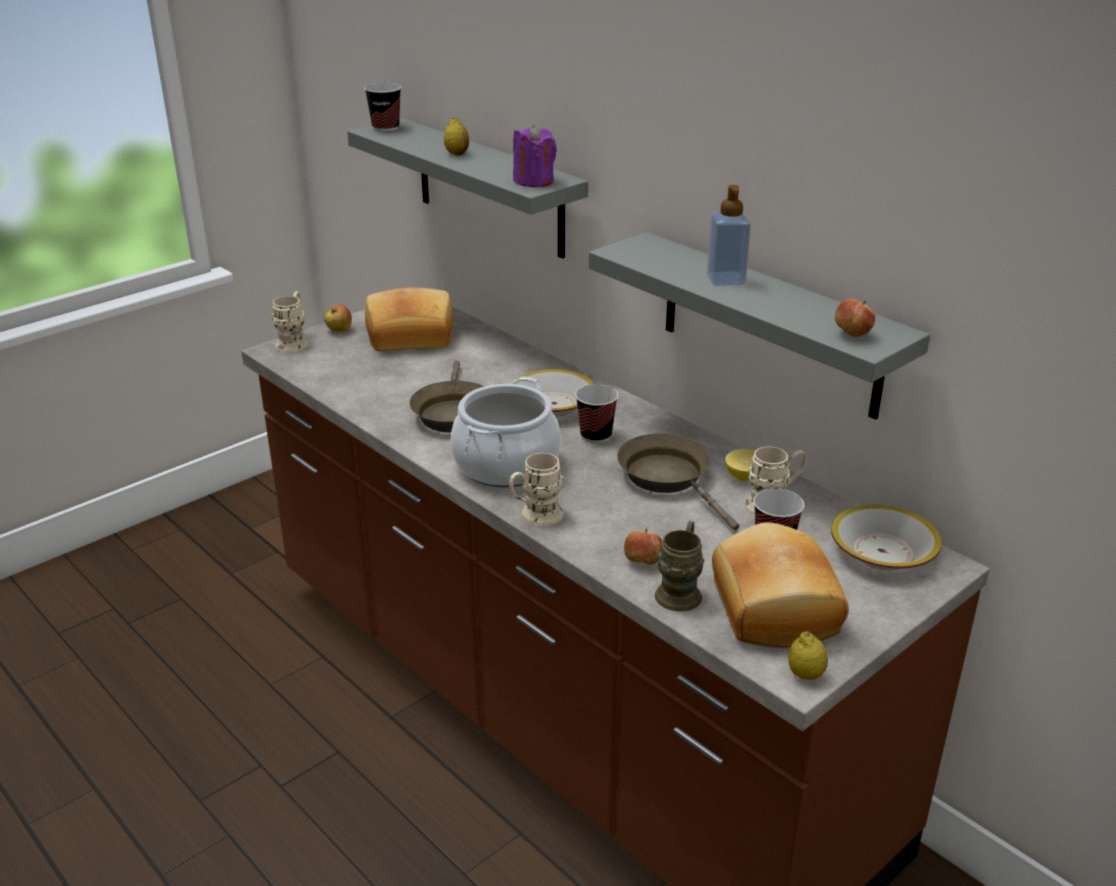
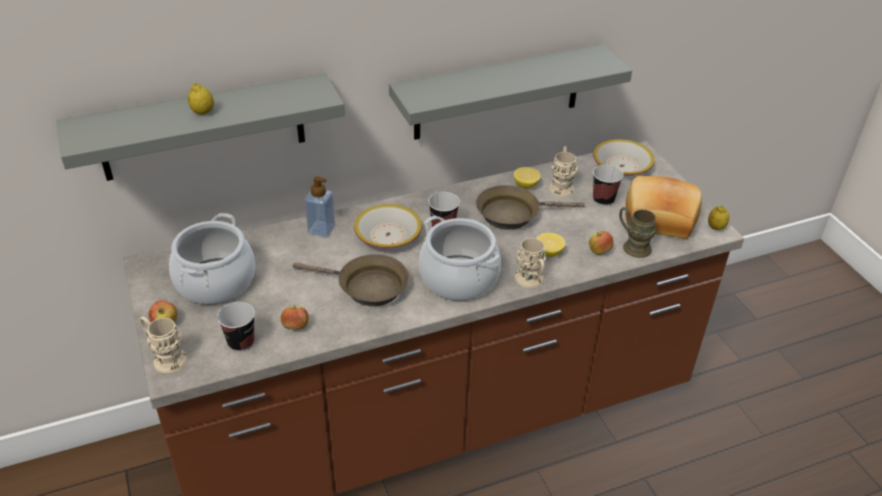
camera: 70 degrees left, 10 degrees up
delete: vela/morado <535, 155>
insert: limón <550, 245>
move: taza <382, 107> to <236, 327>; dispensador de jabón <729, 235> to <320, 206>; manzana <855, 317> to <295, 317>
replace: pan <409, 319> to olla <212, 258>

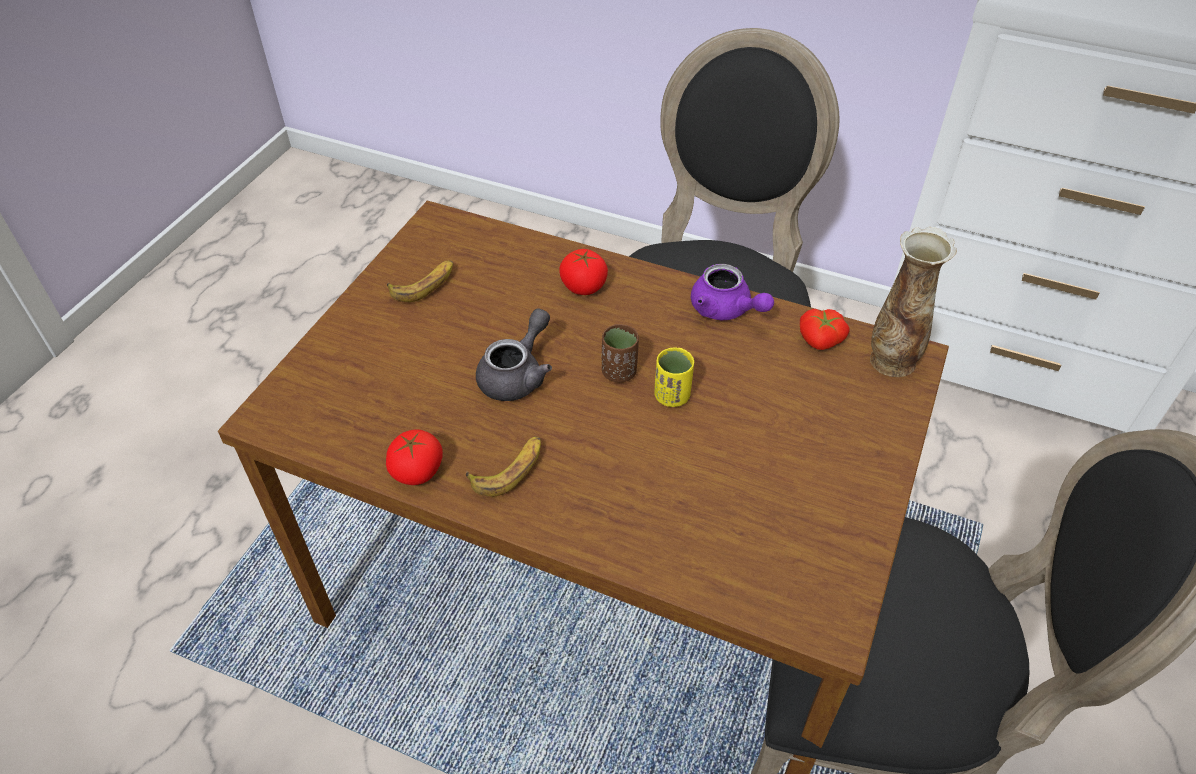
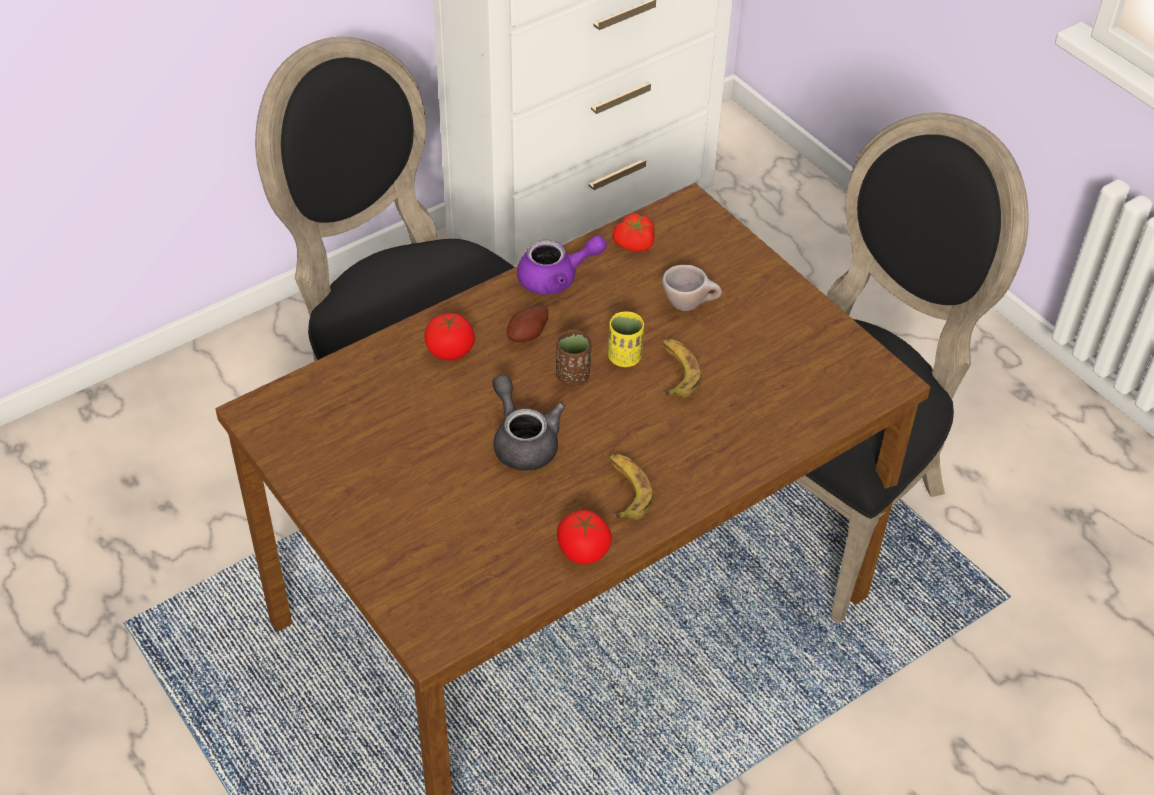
camera: 60 degrees left, 0 degrees up
delete: florero <913, 302>
insert: patata <527, 323>; taza/beis <692, 288>
move: plátano <420, 281> to <682, 368>

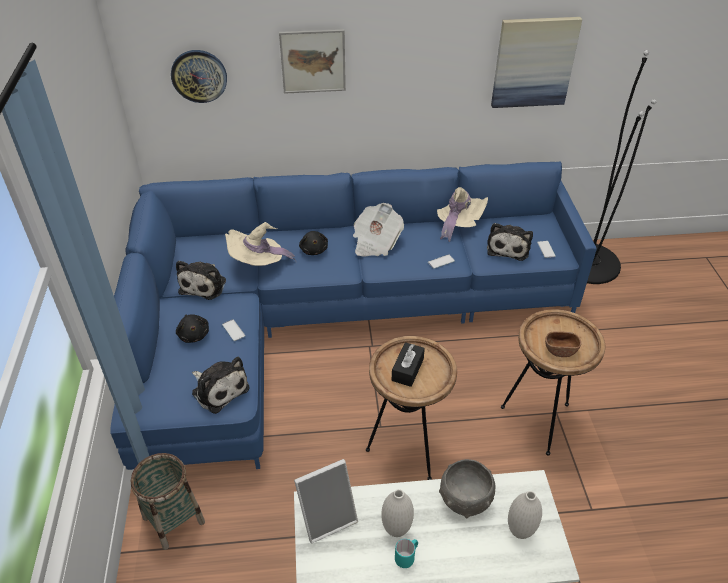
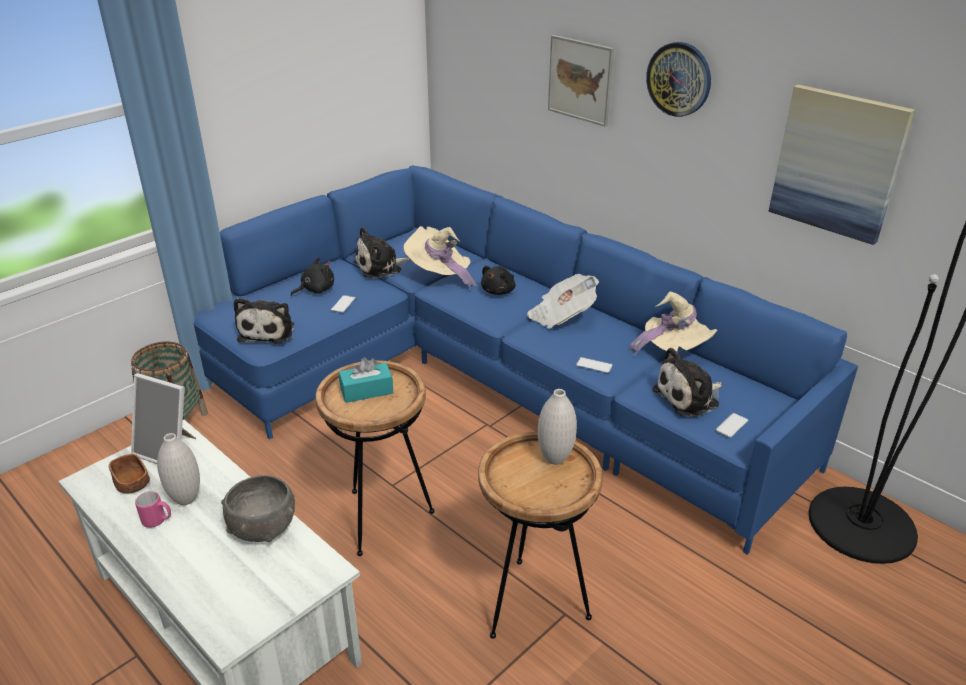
camera: 50 degrees right, 10 degrees down
move: reloj de pared <199, 76> to <678, 79>; florero/blanco <525, 515> to <557, 427>; cuenco/marrón <563, 344> to <129, 473>
recolor: caja de pañuelos/negro <408, 364> to caja de pañuelos/turquesa <366, 380>; taza grande/turquesa <406, 553> to taza grande/rosa <153, 509>
rotate: peluche/negro <192, 328> = <312, 276> 150 degrees counterclockwise

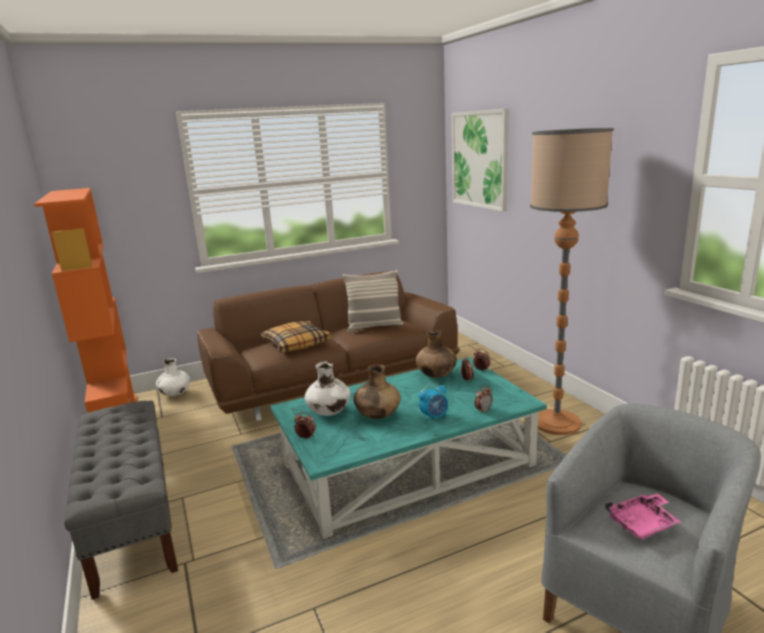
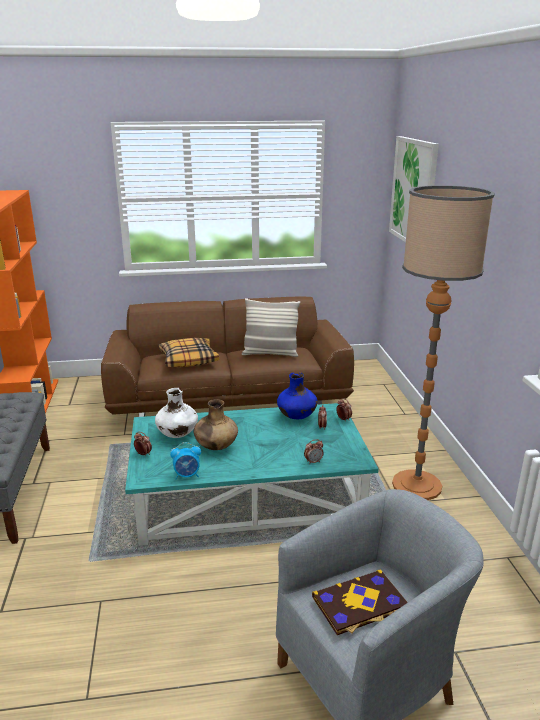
camera: 15 degrees right, 5 degrees up
delete: florero/blanco <173, 377>
move: despertador <433, 402> to <185, 461>
replace: bandeja/rosa <643, 516> to libro <360, 602>
recolor: florero/marrón <436, 354> to florero/azul <297, 395>

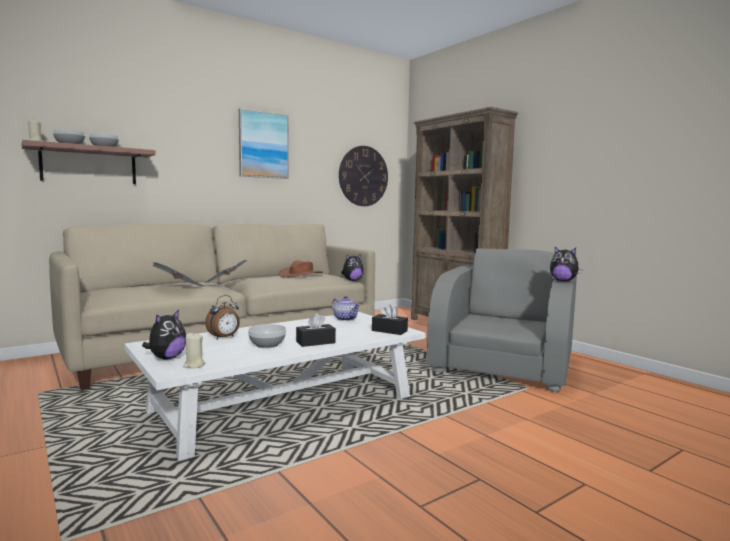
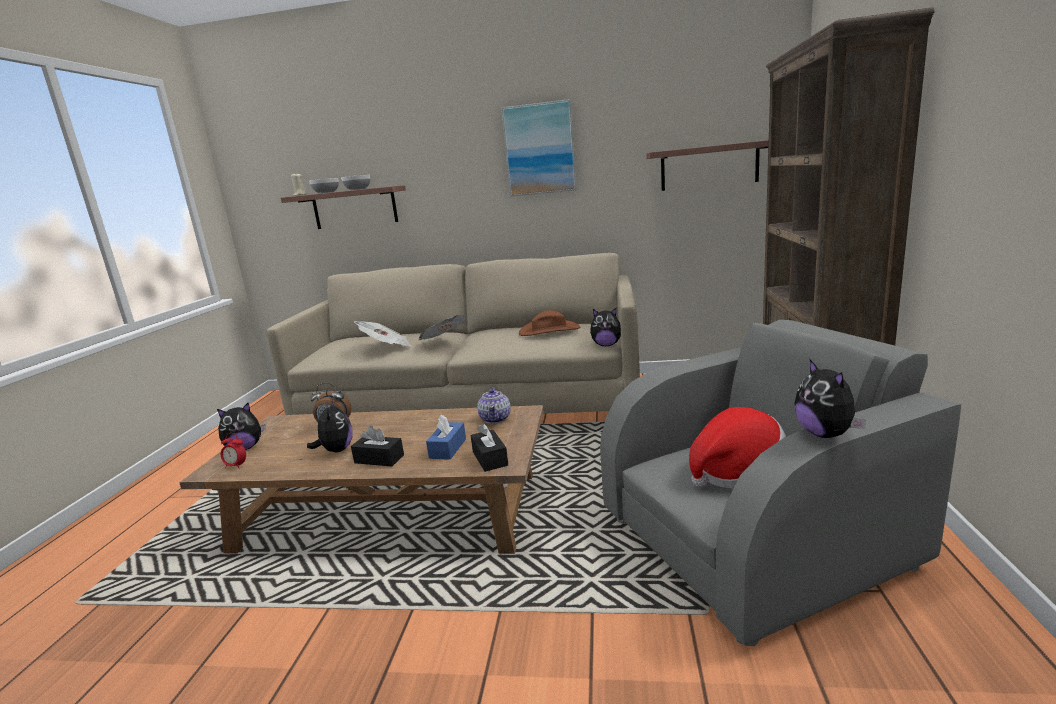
camera: 45 degrees right, 10 degrees up
insert: caja de pañuelos/azul <446, 437>; sombrero <737, 448>
replace: vela/beis <194, 350> to despertador <233, 451>; cuenco <267, 336> to peluche <330, 425>; reloj de pared <363, 176> to estante <708, 165>
recolor: mesa de centro/blanco <275, 386> to mesa de centro/marrón <361, 479>

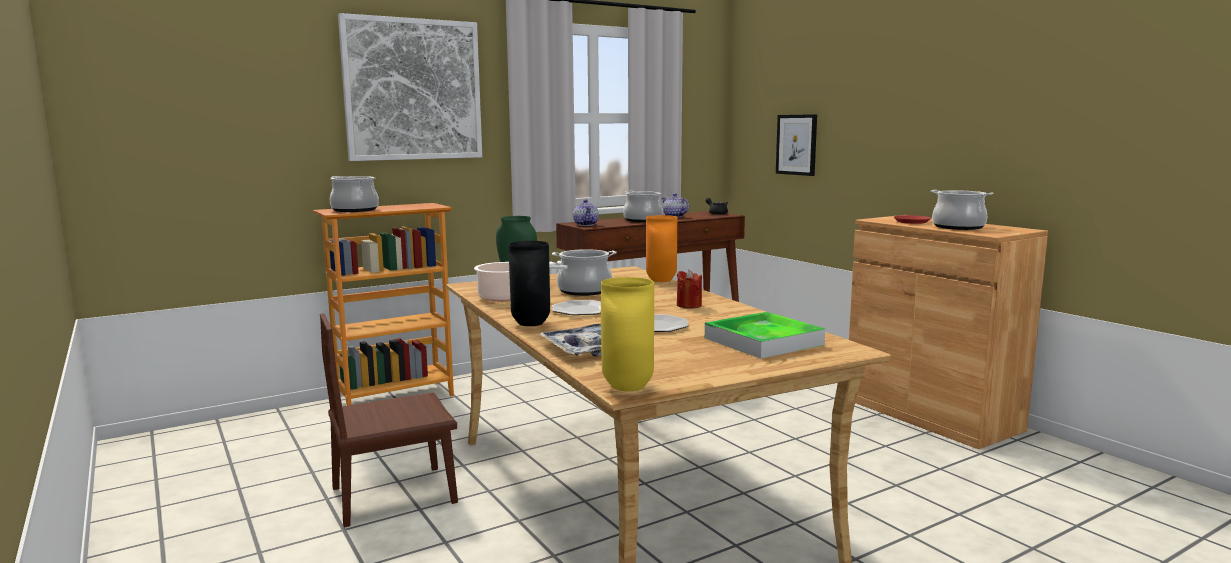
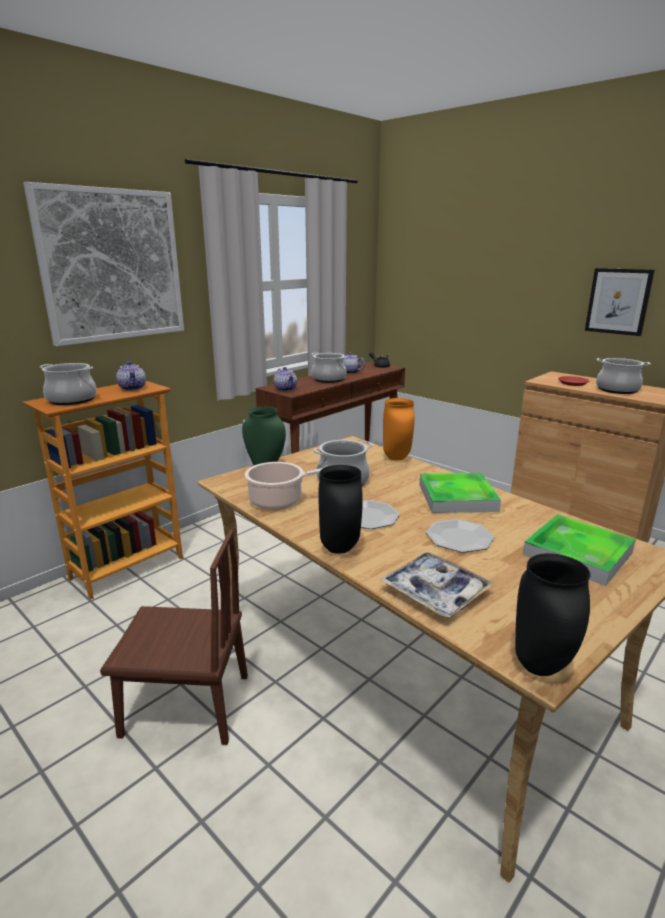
camera: 15 degrees left, 10 degrees up
insert: tetera <131, 376>
move: cuadro <796, 145> to <620, 302>
replace: vela/rojo <689, 289> to bandeja <460, 493>
recolor: florero/amarillo <627, 334> to florero/negro <553, 614>
rotate: silla/marrón <389, 420> = <174, 637> 135 degrees counterclockwise

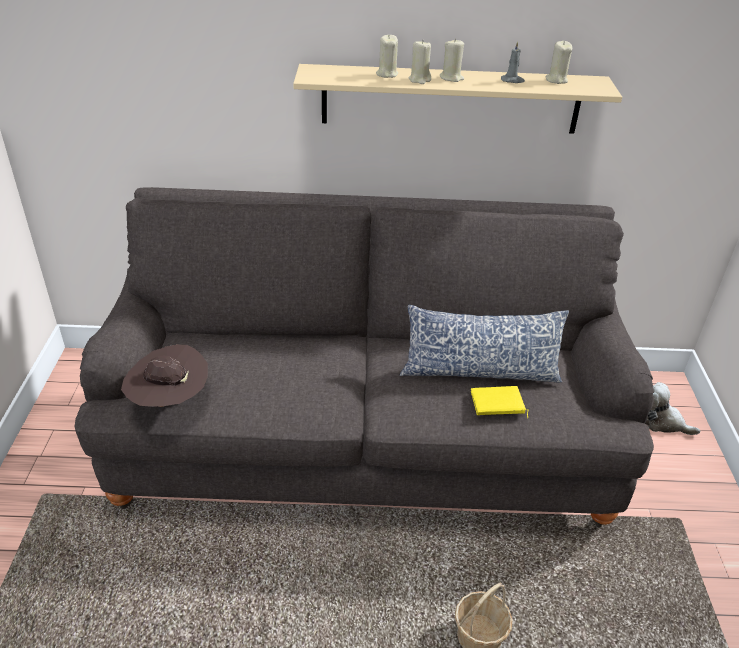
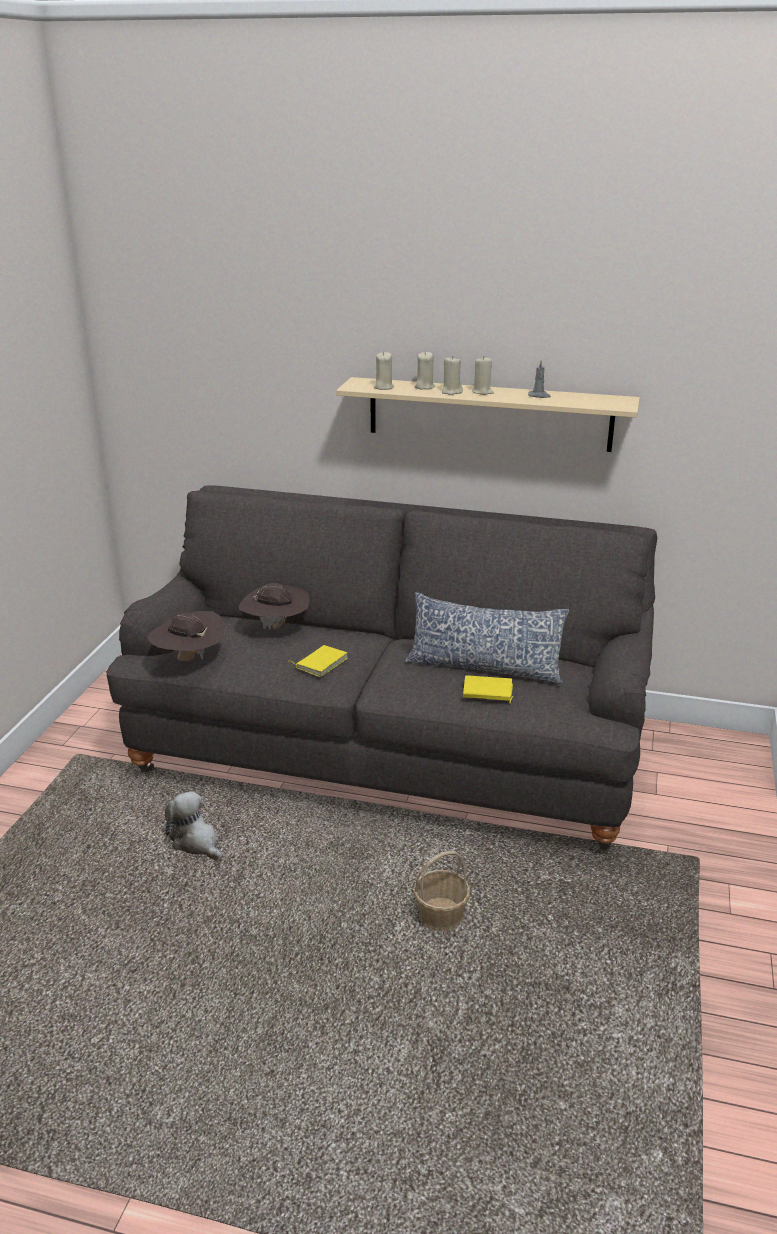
camera: 15 degrees right, 10 degrees down
insert: sombrero/marrón <274, 606>; libro/amarillo <319, 661>
move: vela/beis <559, 62> to <384, 371>; peluche <672, 408> to <193, 826>

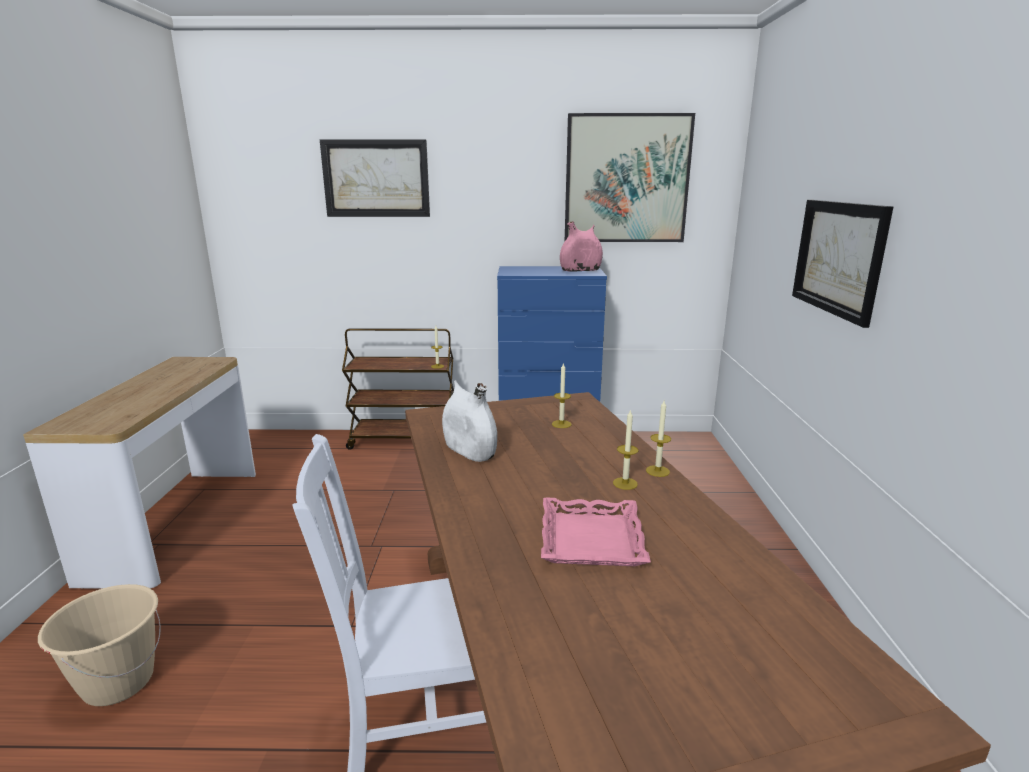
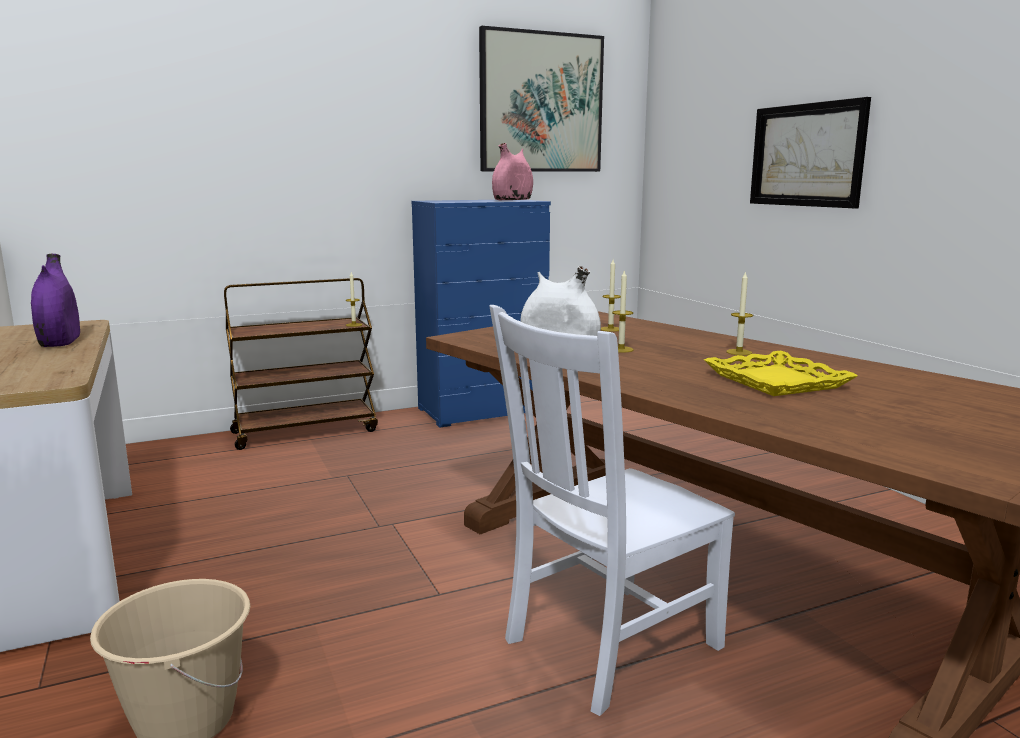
camera: 25 degrees left, 5 degrees down
delete: cuadro <375, 178>
insert: florero/morado <55, 300>
move: vela <658, 439> to <623, 311>
recolor: bandeja/rosa <596, 532> to bandeja/amarillo <781, 373>

